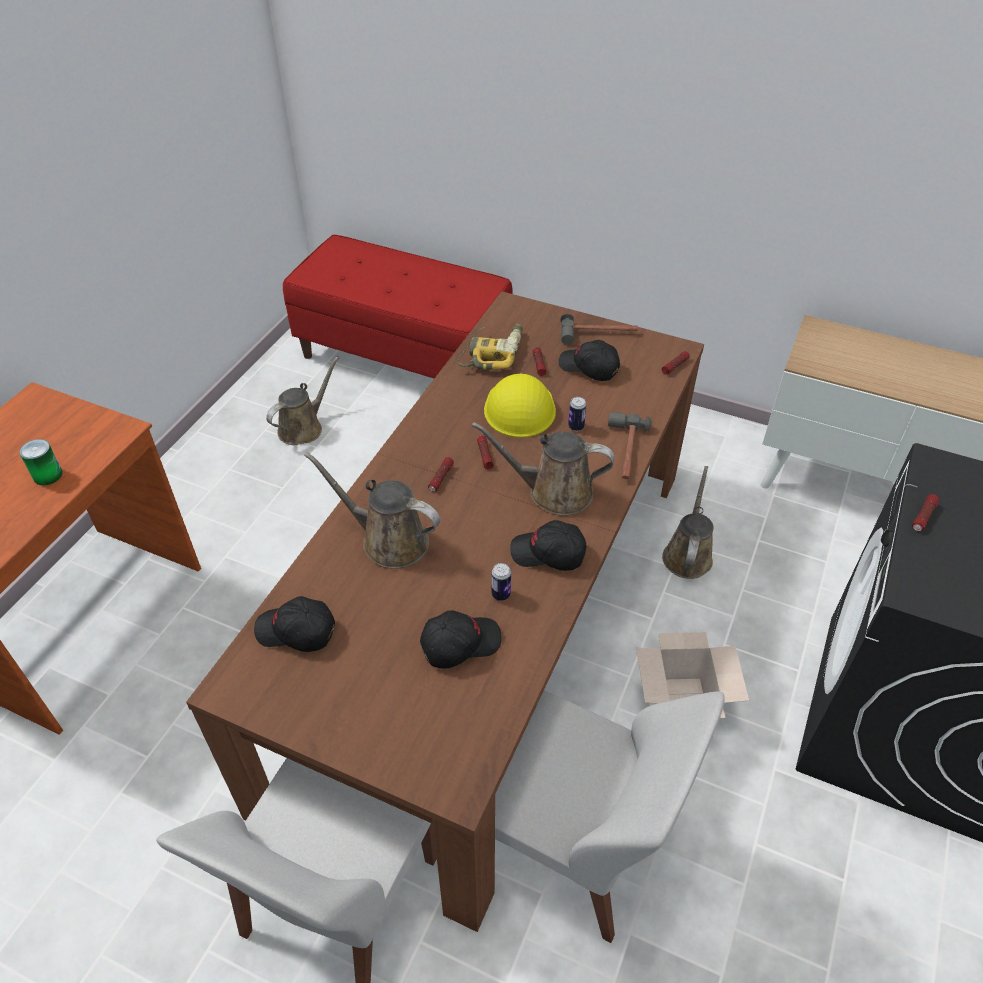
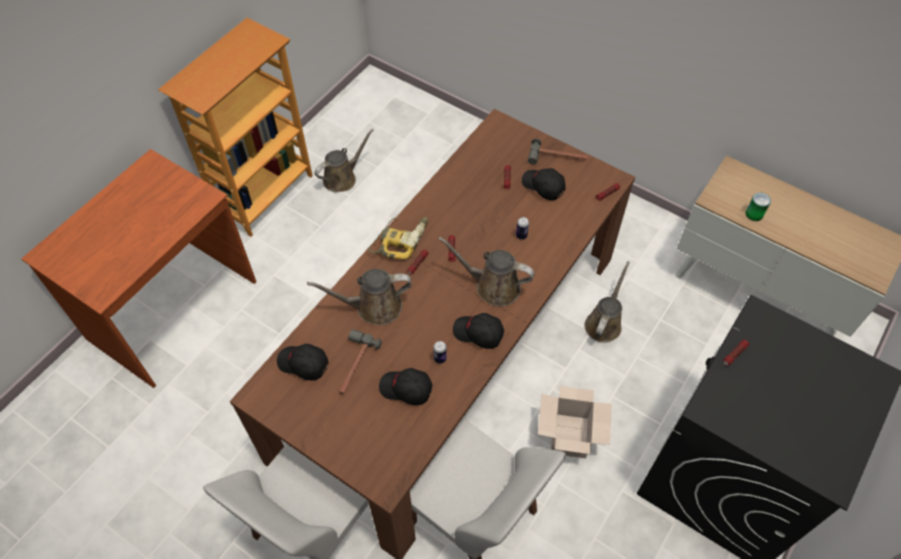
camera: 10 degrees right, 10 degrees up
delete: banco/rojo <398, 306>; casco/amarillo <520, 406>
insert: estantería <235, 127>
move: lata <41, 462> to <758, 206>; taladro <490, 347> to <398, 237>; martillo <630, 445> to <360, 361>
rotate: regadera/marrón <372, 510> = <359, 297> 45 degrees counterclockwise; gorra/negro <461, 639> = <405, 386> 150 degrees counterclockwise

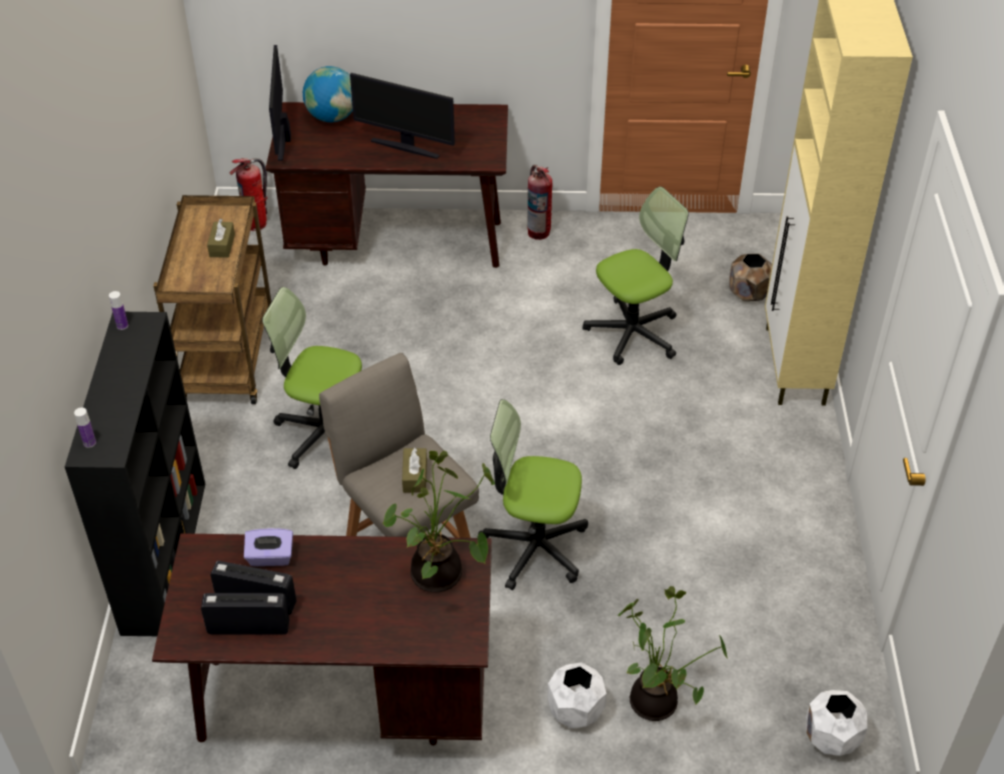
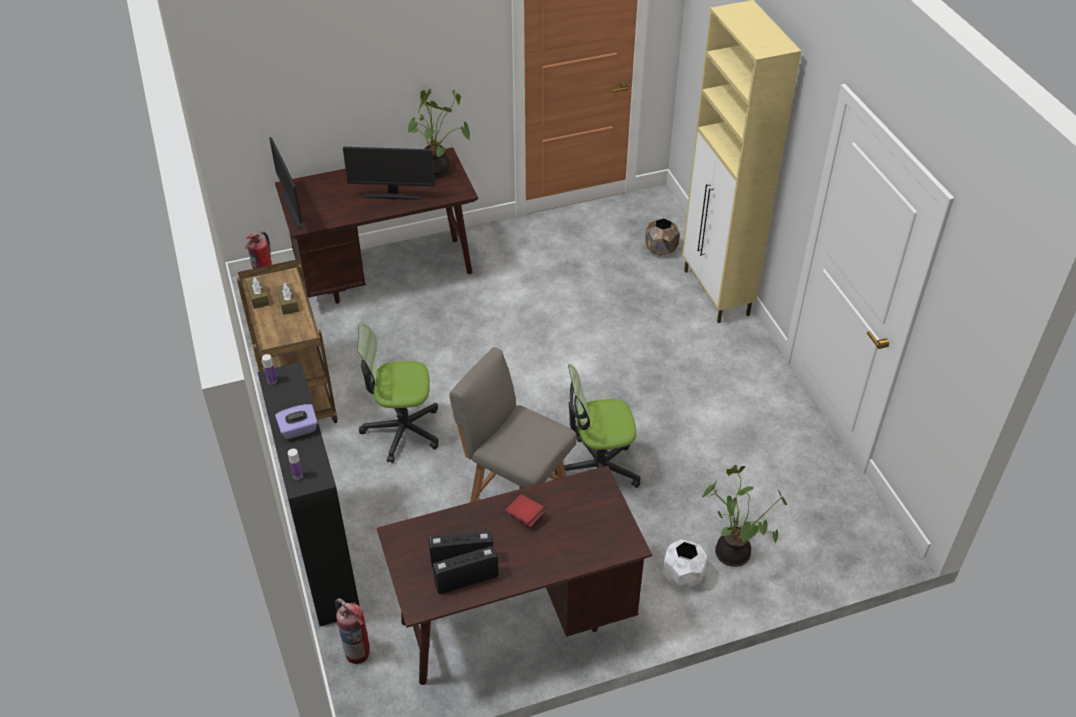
camera: 20 degrees left, 0 degrees up
delete: globo terráqueo <328, 94>; silla de oficina <635, 276>; maceta/blanco <837, 723>
insert: libro/rojo <525, 510>
move: caja de pañuelos/morado <268, 547> to <296, 421>; planta en maceta <438, 521> to <438, 133>; caja de pañuelos/marrón <414, 470> to <257, 293>; extintor <540, 202> to <352, 631>

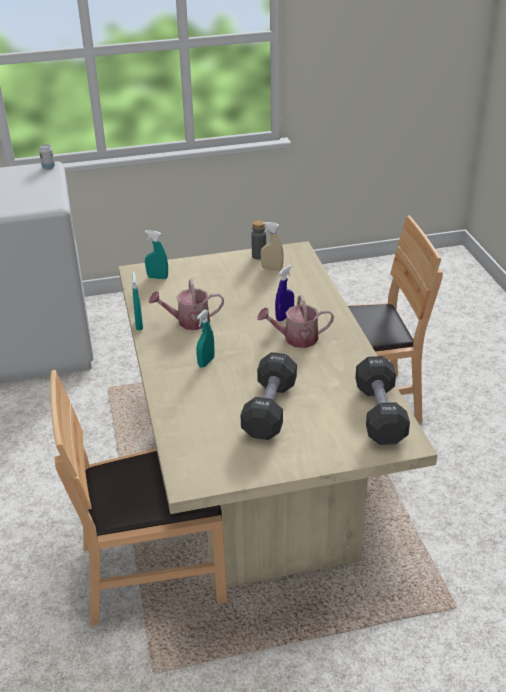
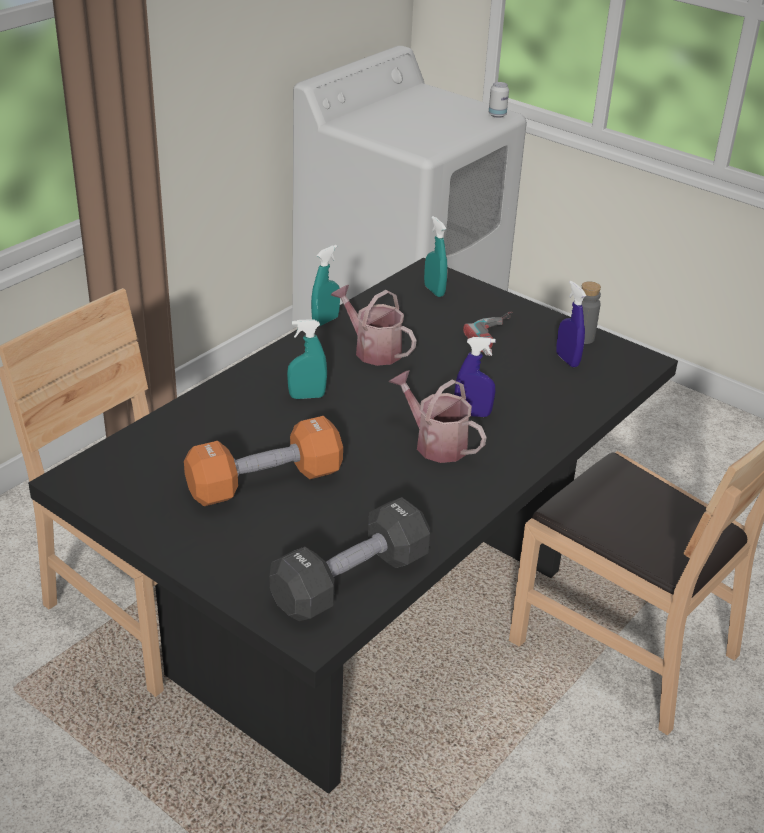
camera: 50 degrees right, 0 degrees up
insert: taladro <487, 334>
recolor: mesa de comedor/beis <277, 415> to mesa de comedor/negro <353, 525>; mancuerna/negro <268, 396> to mancuerna/naranja <263, 461>; pulverizador/beis <272, 246> to pulverizador/azul <571, 324>

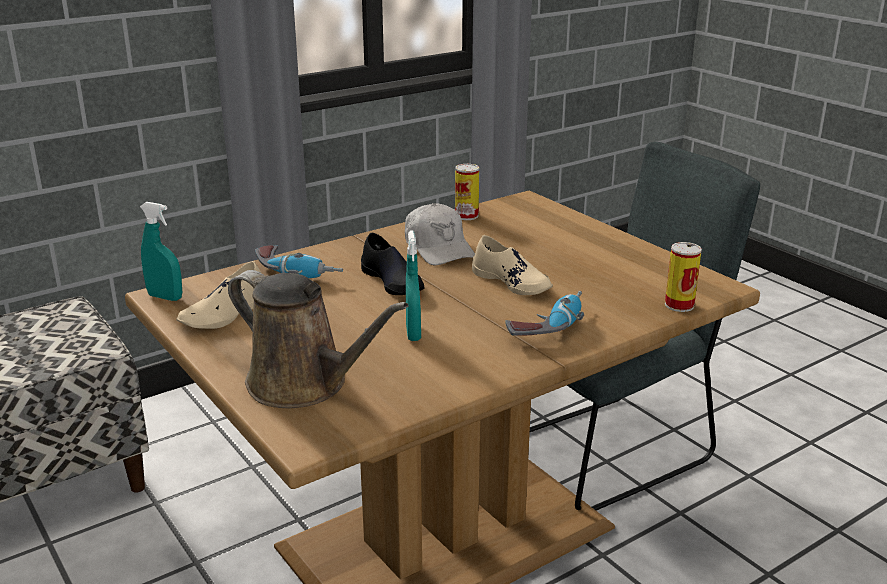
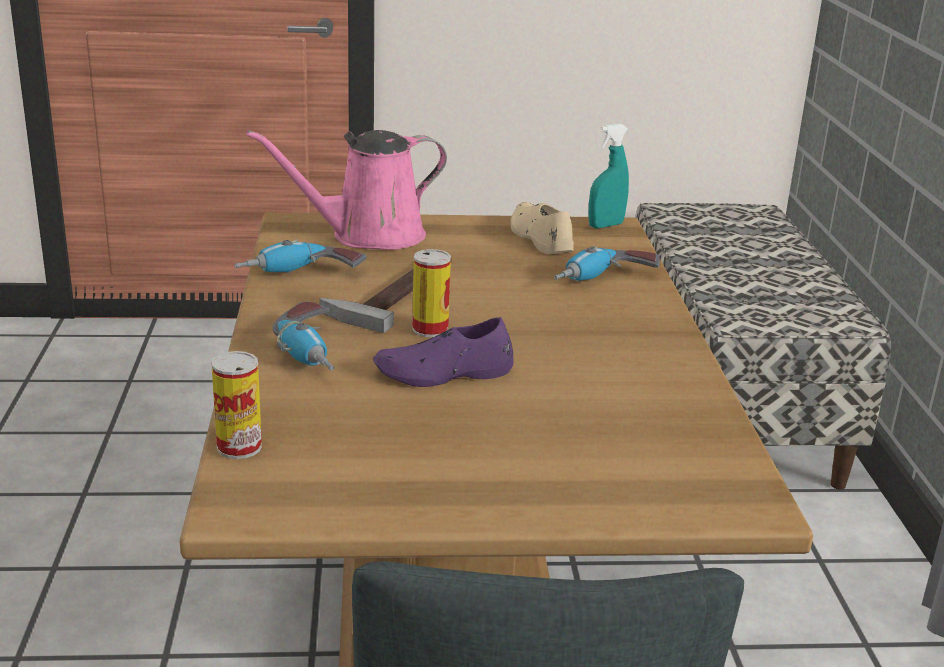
camera: 120 degrees right, 0 degrees up
delete: zapato/negro <392, 263>; gorra/blanco <440, 234>
insert: taladro <300, 256>
move: lata <467, 192> to <431, 293>
replace: pulverizador/turquesa <413, 285> to martillo <385, 295>
recolor: regadera/marrón <318, 339> to regadera/rosa <346, 190>; zapato/beis <512, 265> to zapato/morado <443, 352>

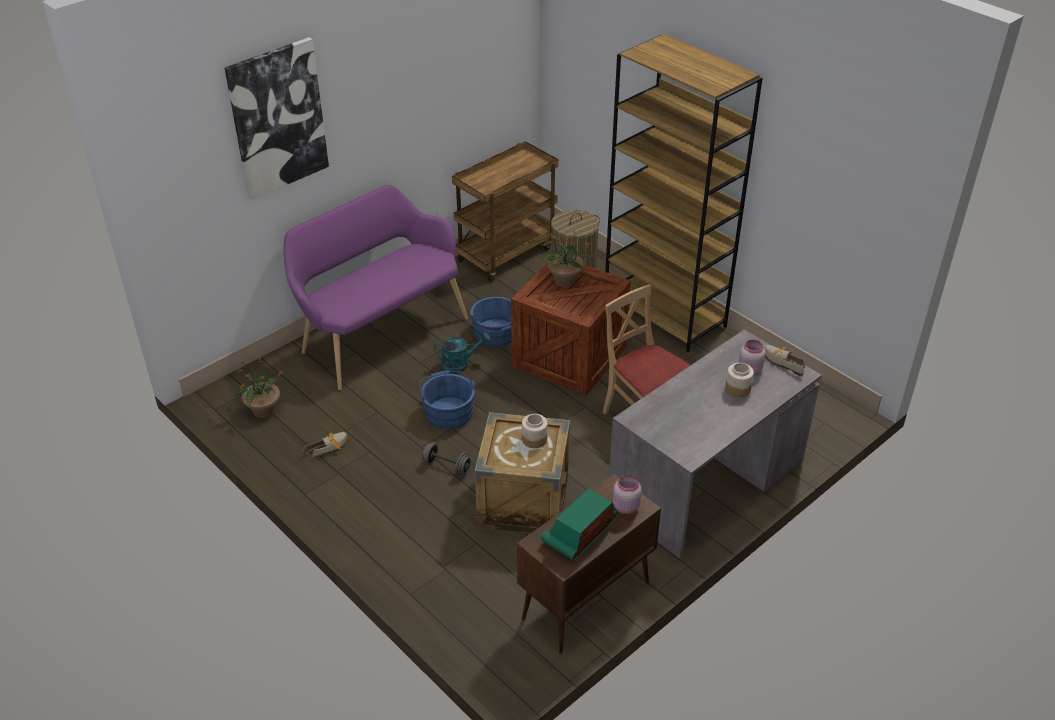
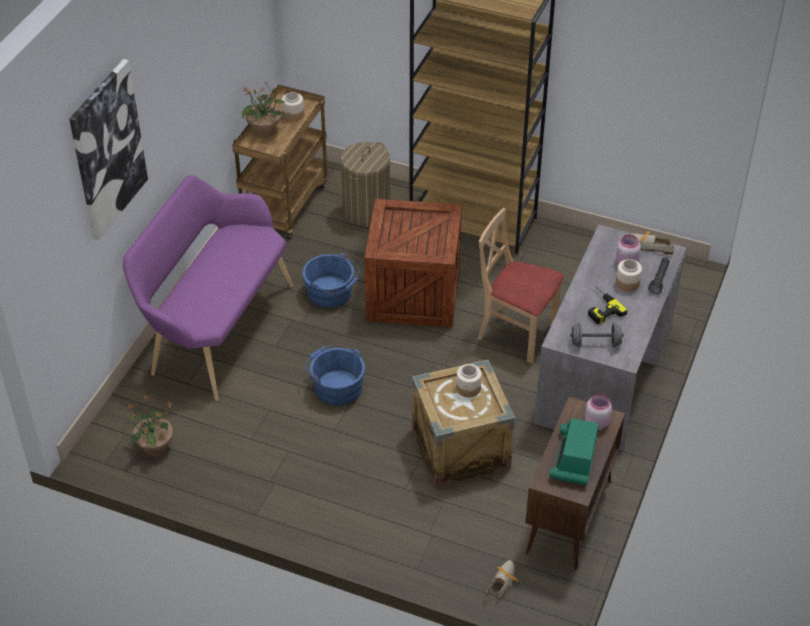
camera: 25 degrees left, 5 degrees up
delete: regadera/turquesa <462, 352>
insert: tarro <293, 106>; taladro <607, 305>; linterna/negro <659, 276>
move: zapato <325, 445> to <502, 580>; mancuerna/gris <446, 459> to <596, 335>; planta en maceta <566, 259> to <264, 109>

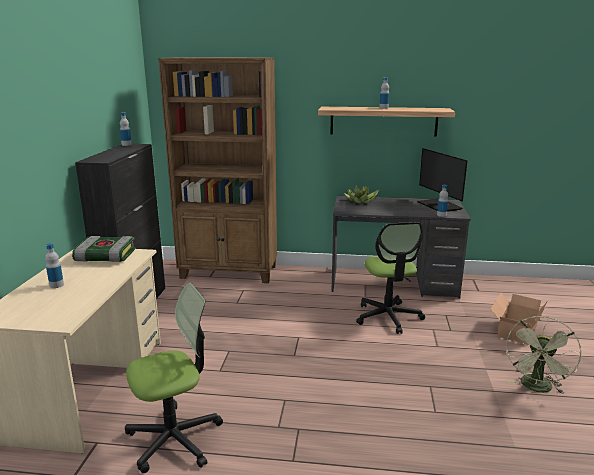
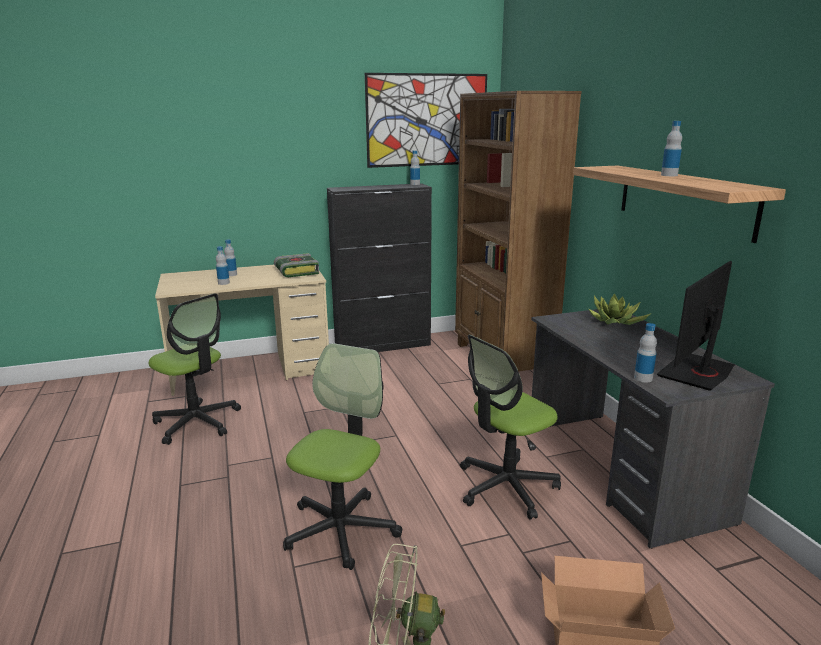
camera: 65 degrees right, 0 degrees up
insert: botella <223, 265>; silla de oficina <342, 456>; cuadro <426, 120>

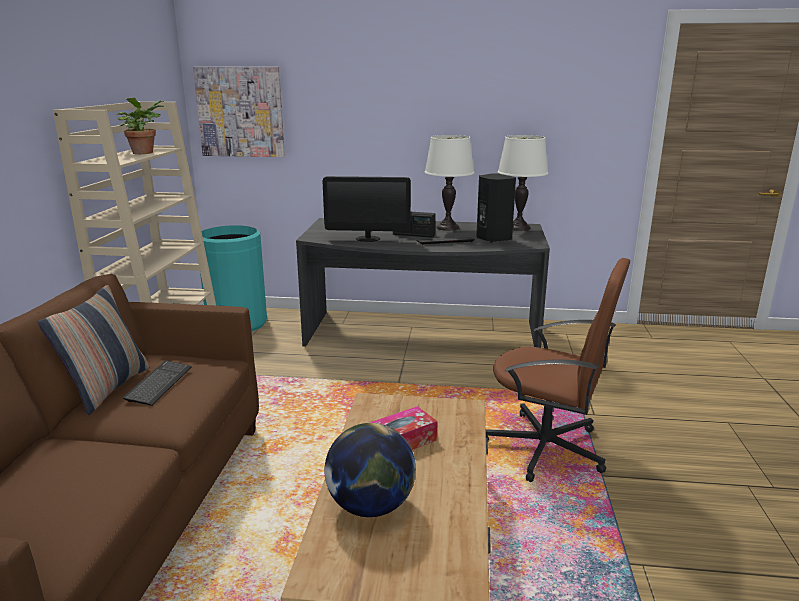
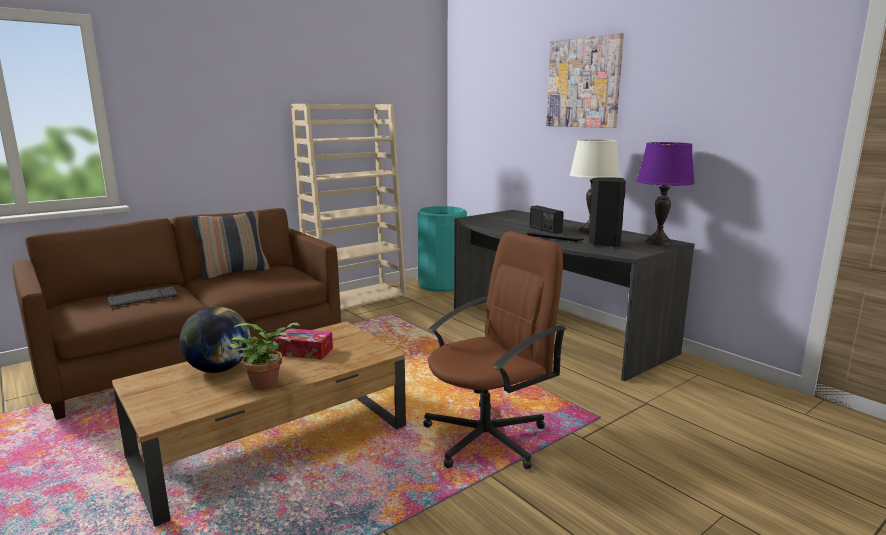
camera: 45 degrees right, 5 degrees down
delete: monitor <367, 209>
move: planta en maceta <140, 126> to <264, 356>; teclado <157, 383> to <142, 296>; cuadro <239, 112> to <585, 80>
recolor: lámpara de mesa/blanco <523, 183> to lámpara de mesa/morado <666, 193>
rotate: silla de oficina/marrón <558, 370> = <494, 350> 105 degrees counterclockwise

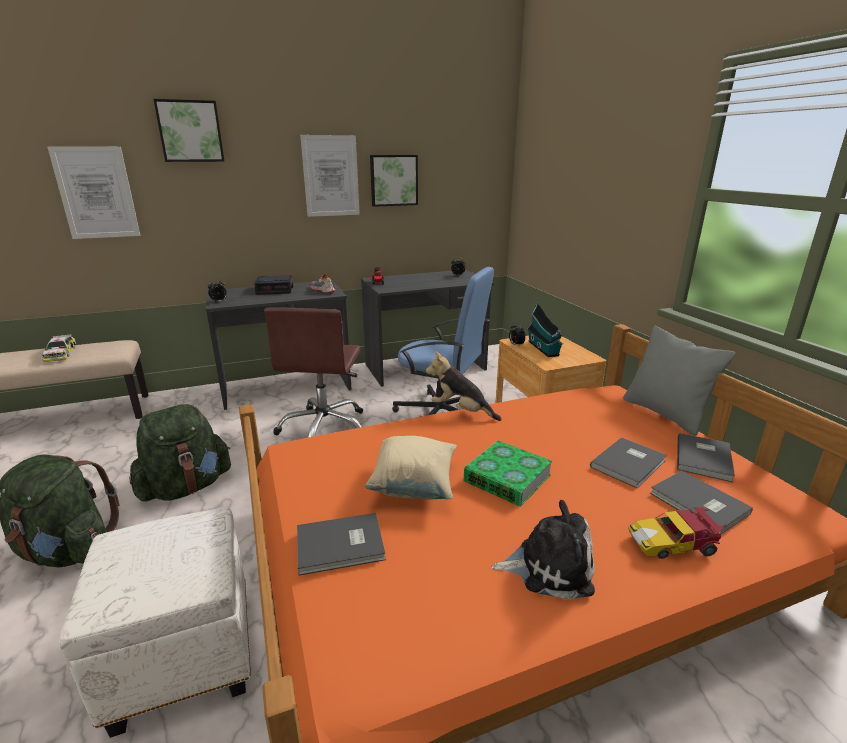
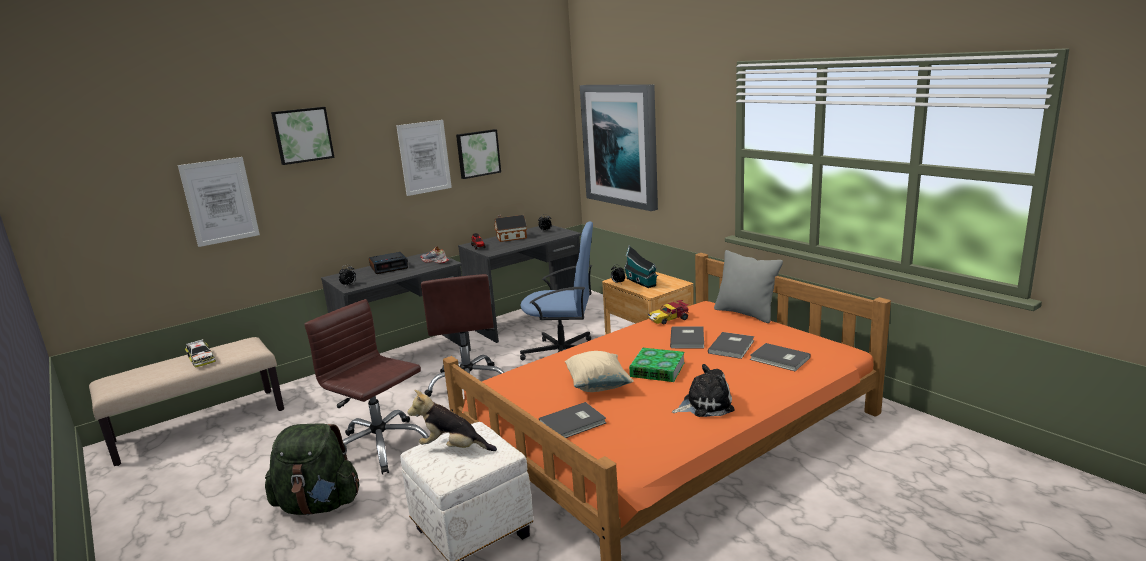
camera: 15 degrees left, 5 degrees down
insert: casita <510, 228>; cuadro <619, 147>
move: peluche <464, 386> to <452, 420>; coche de juguete <676, 533> to <668, 312>; libro/gris <706, 457> to <687, 337>
replace: mochila/verde <180, 453> to silla de oficina/marrón <366, 387>

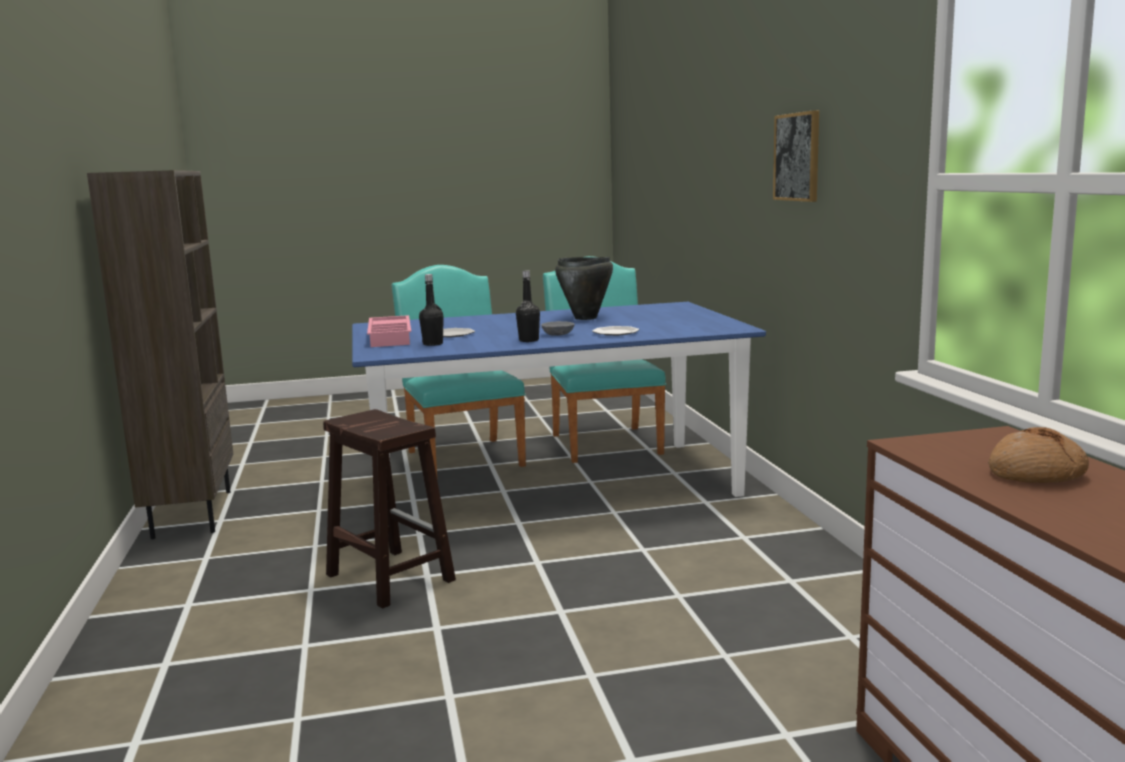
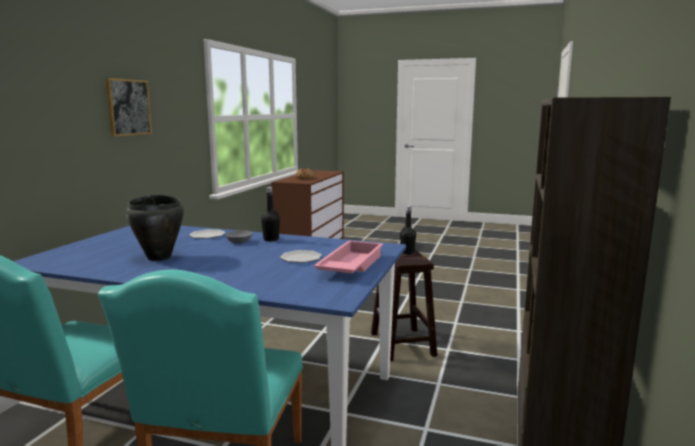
camera: 150 degrees left, 0 degrees up
move: botella/negro <431, 310> to <408, 230>

